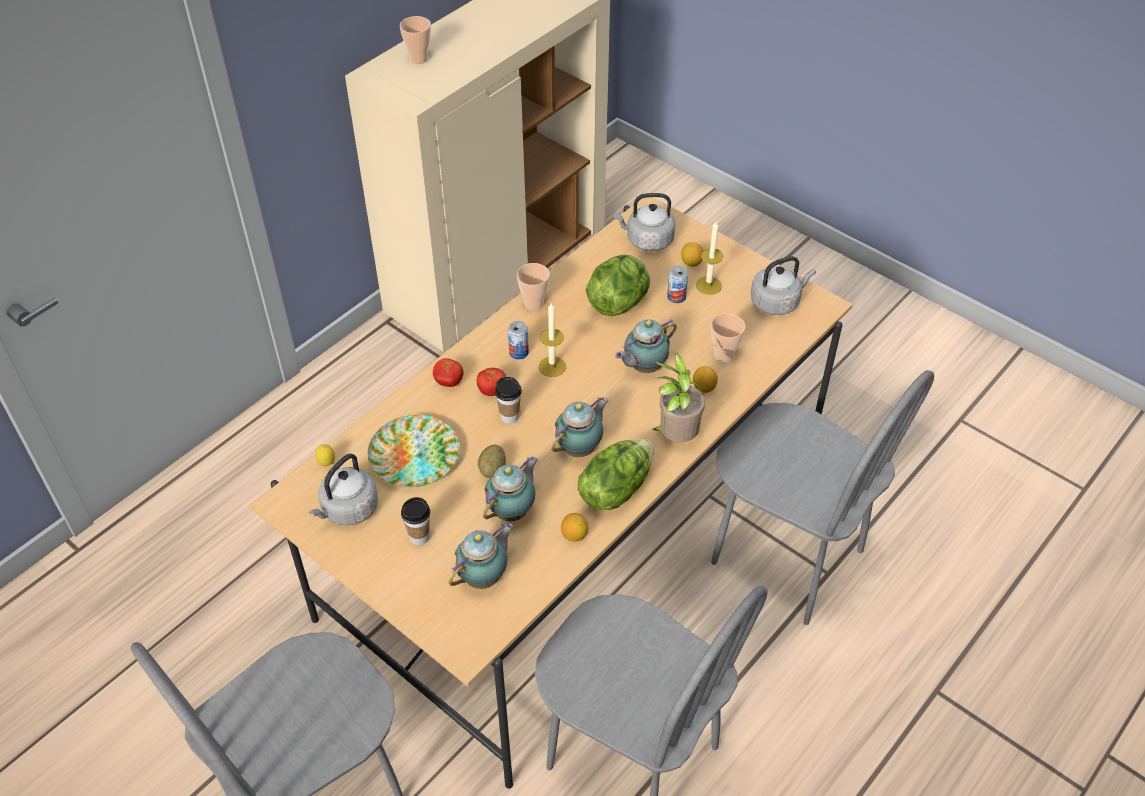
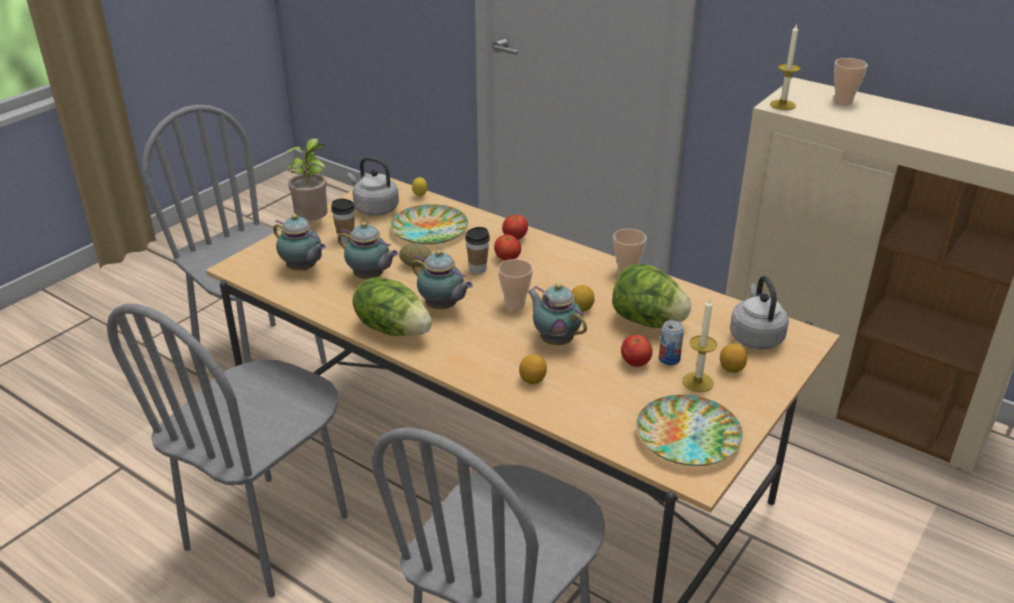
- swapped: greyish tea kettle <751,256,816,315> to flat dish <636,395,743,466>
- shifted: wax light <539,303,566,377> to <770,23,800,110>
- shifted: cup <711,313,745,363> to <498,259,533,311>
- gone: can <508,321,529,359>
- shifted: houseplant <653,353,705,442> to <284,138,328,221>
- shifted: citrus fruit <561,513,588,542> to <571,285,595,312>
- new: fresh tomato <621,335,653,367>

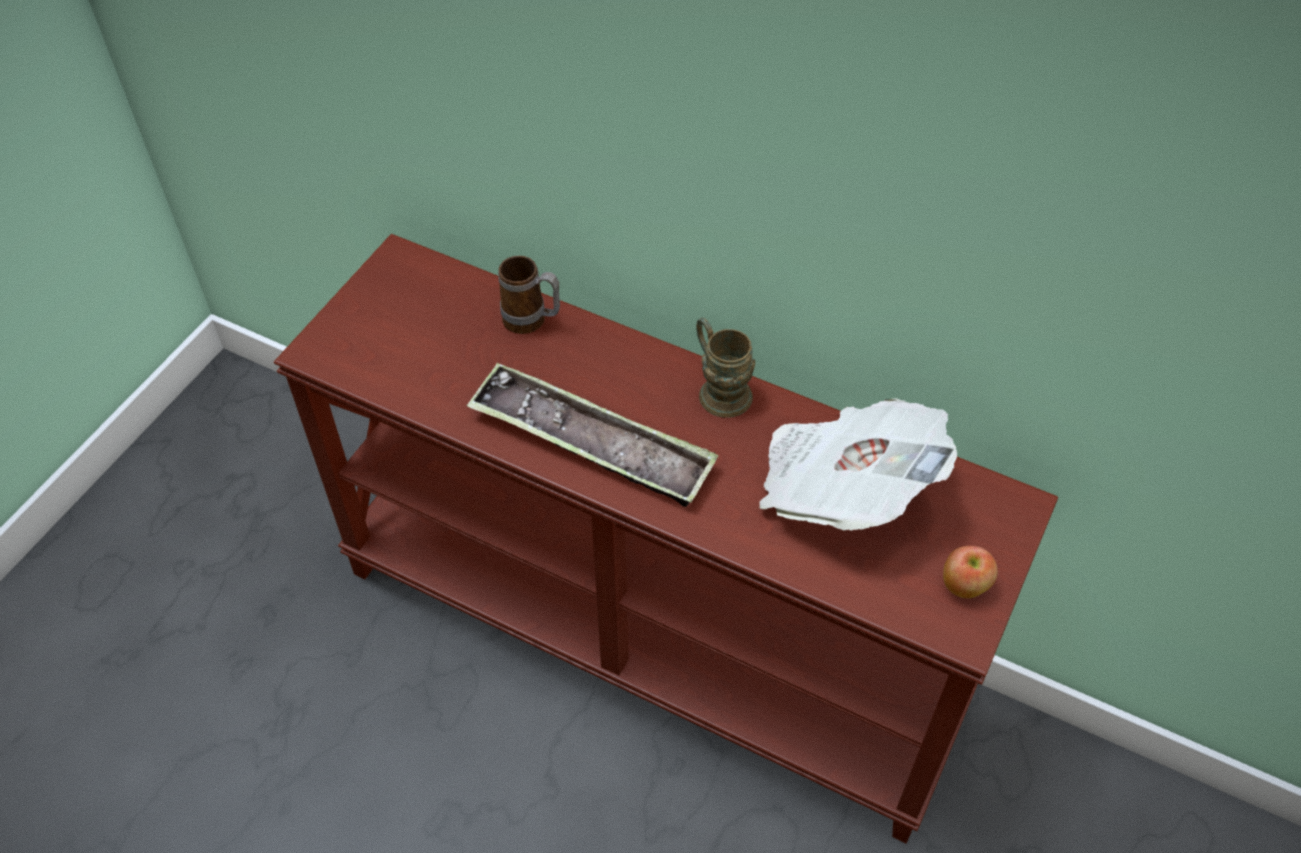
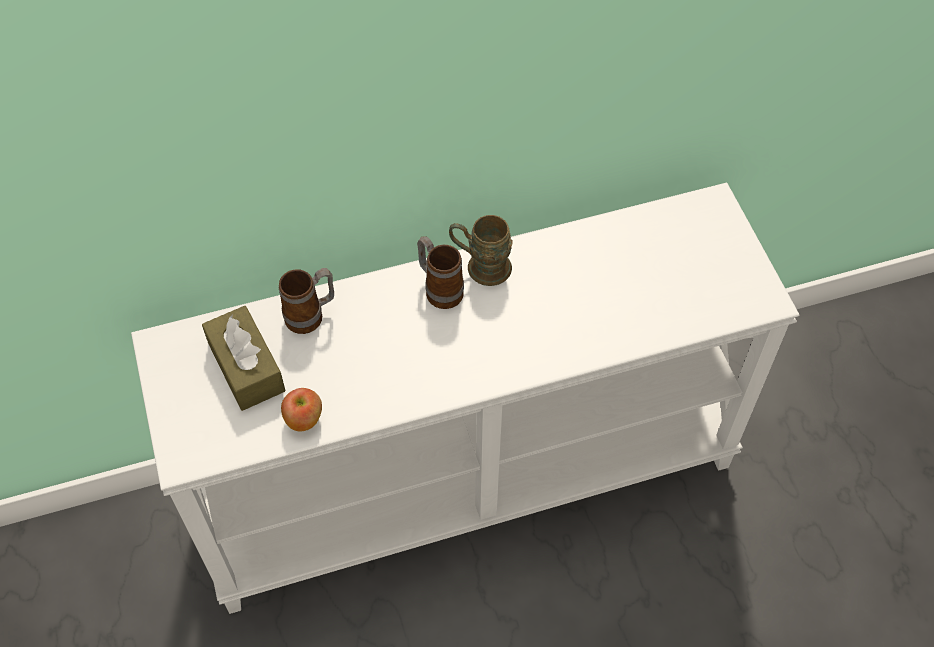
- repainted: brownish narrow table <274,234,1058,843> to whitish narrow table <131,183,800,614>
- gone: serving tray <467,363,718,507>
- gone: printed paper <759,398,957,531>
- shifted: apple fruit <943,546,998,598> to <281,388,322,431>
- new: mug <417,236,464,309>
- new: brownish tissue box <202,306,286,411>

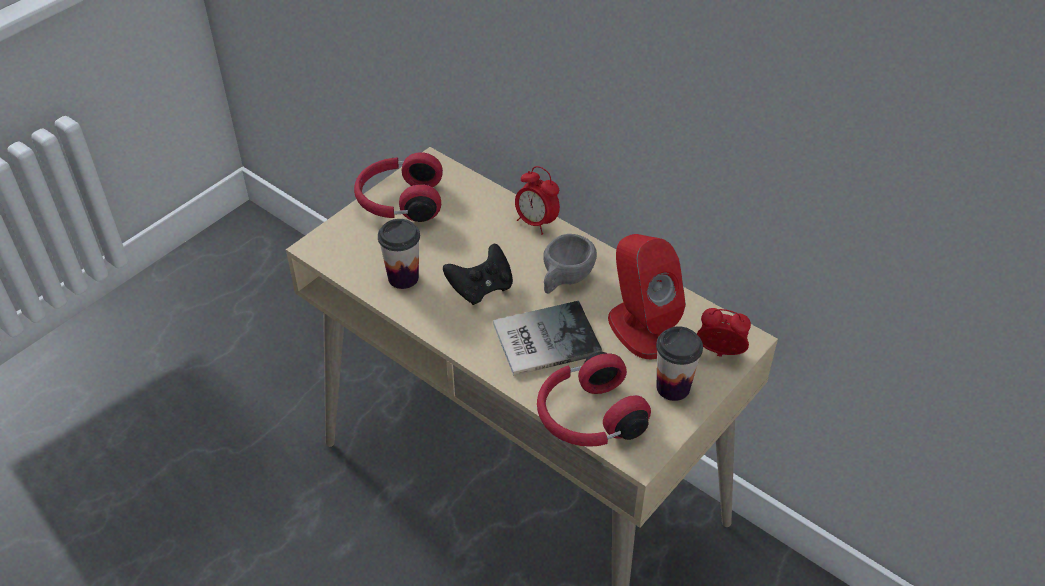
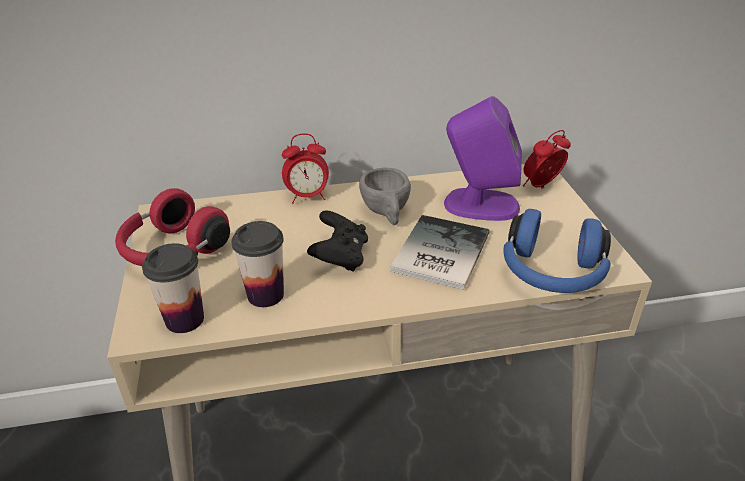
- repainted: reddish loudspeaker <608,234,686,359> to purplish loudspeaker <444,96,522,221>
- shifted: cup <656,326,703,401> to <142,243,204,333>
- repainted: reddish headphones <537,352,651,447> to bluish headphones <503,209,611,293>

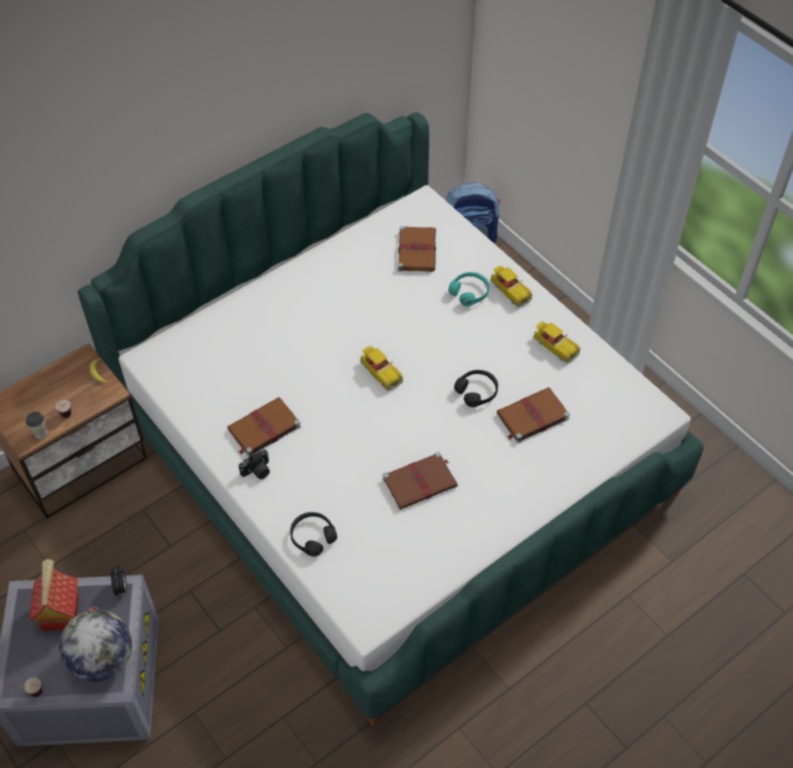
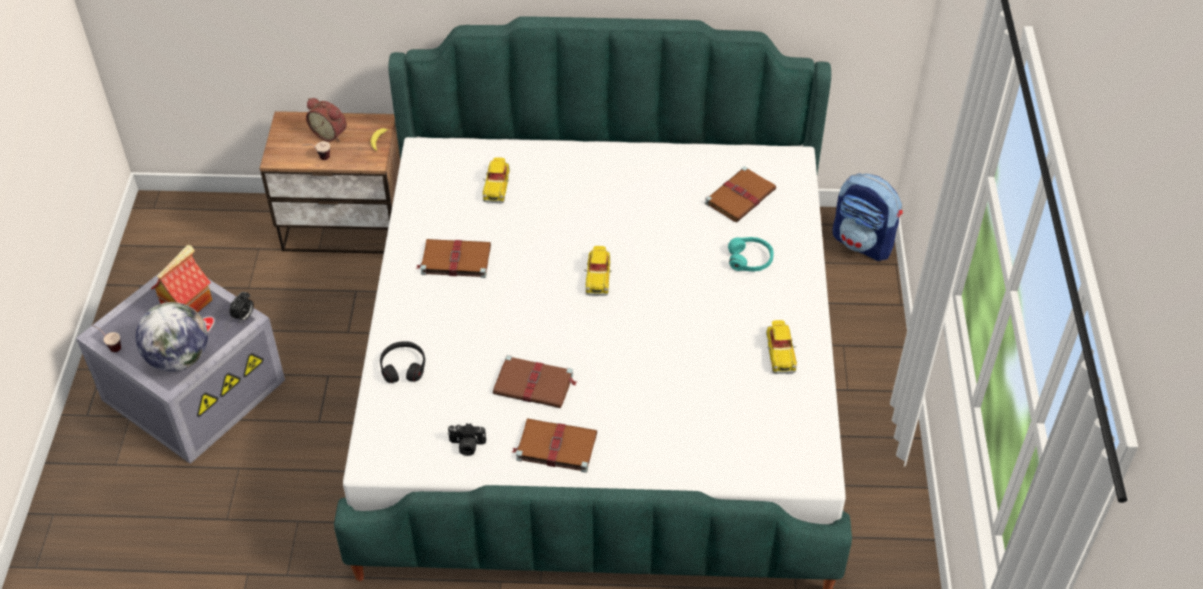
- shifted: model car <491,266,533,307> to <483,157,510,203>
- gone: black-coloured headphones <454,370,498,407>
- shifted: brownish volume <497,387,570,443> to <512,418,597,473>
- gone: cup <26,412,48,439>
- shifted: still camera <239,450,270,479> to <448,423,486,456>
- new: alarm clock <306,98,347,142>

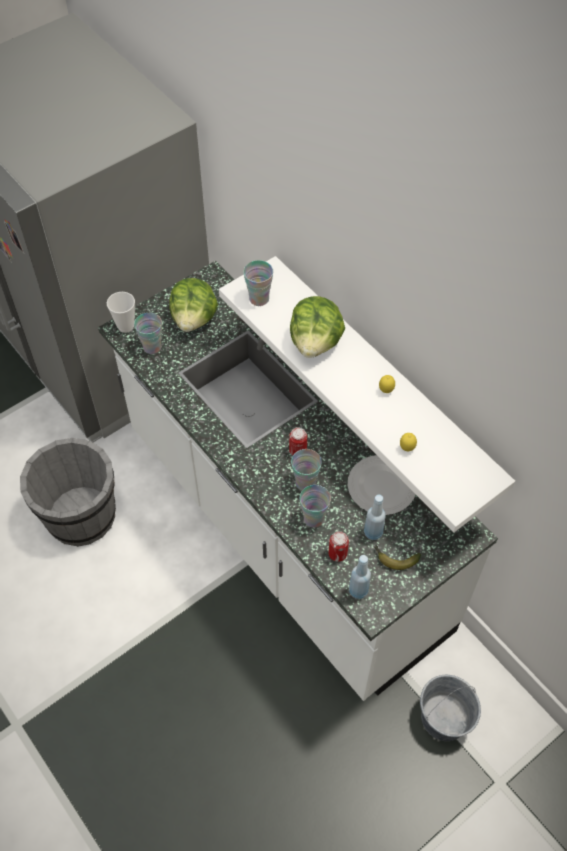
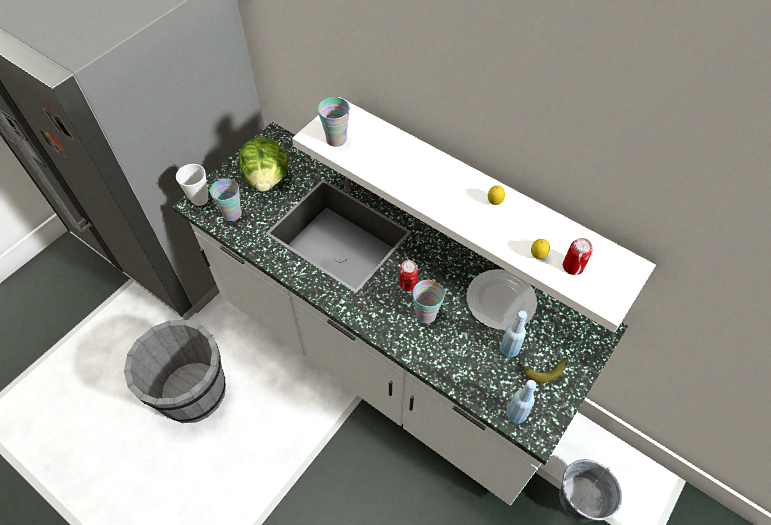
- gone: lettuce <290,296,345,358>
- gone: cup <300,485,331,528>
- shifted: can <328,531,349,562> to <563,238,593,275>

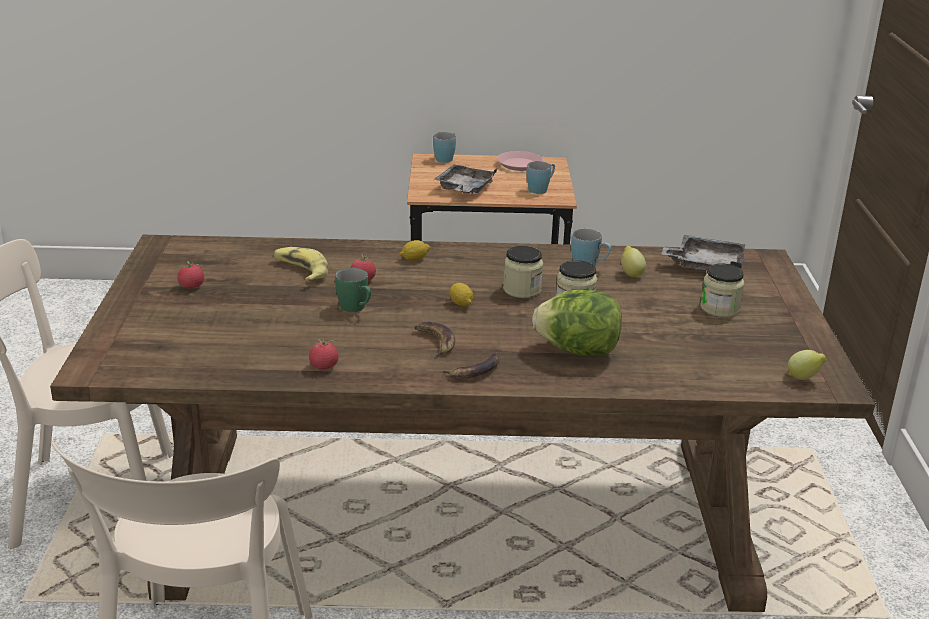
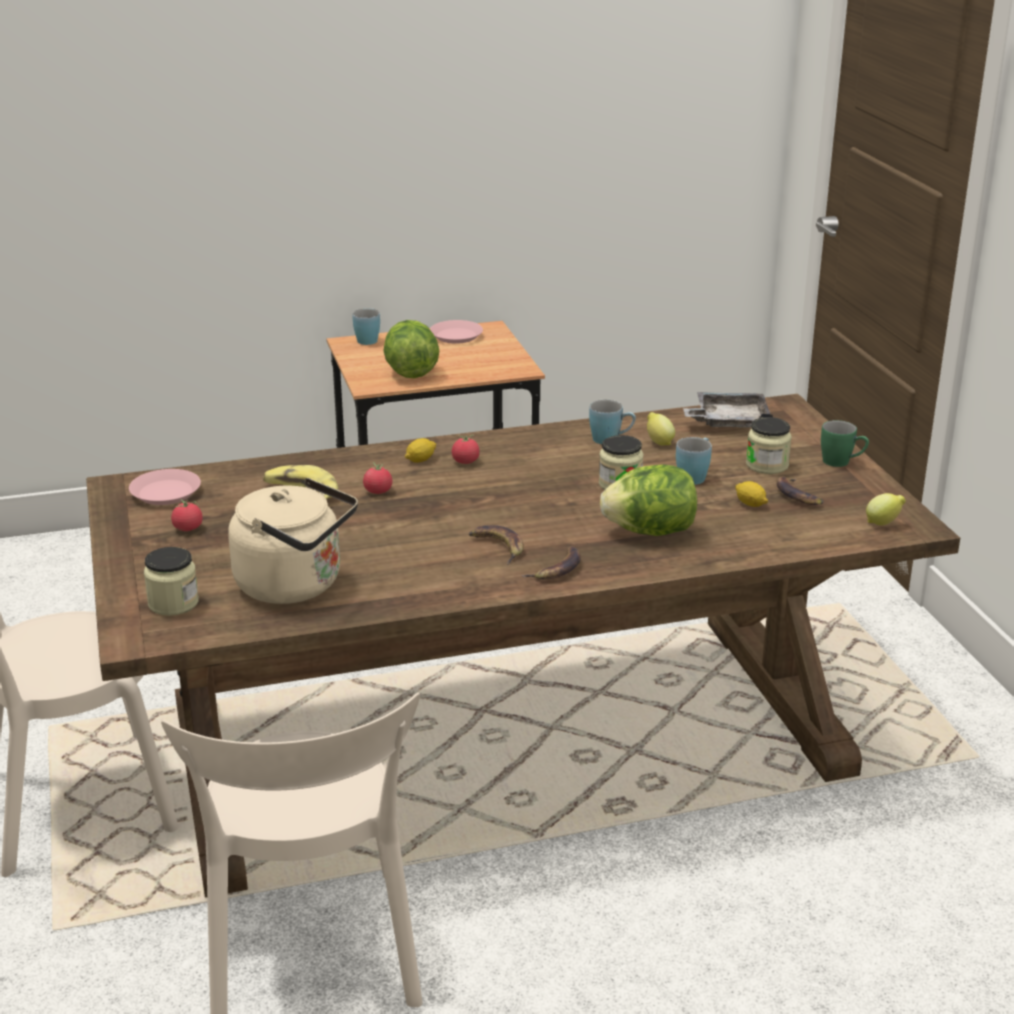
- shifted: bluish mug <527,161,555,194> to <676,437,712,485>
- swapped: greyish serving tray <434,164,497,194> to lettuce <383,320,439,378>
- shifted: preserve jar <503,246,543,298> to <144,547,199,616>
- shifted: green mug <335,268,371,312> to <821,420,869,467>
- shifted: citrus fruit <450,283,473,306> to <735,481,768,507>
- shifted: fresh tomato <309,339,339,369> to <452,435,480,464>
- new: pinkish flat dish <129,469,201,505>
- new: whole banana <776,477,824,505>
- new: beige-coloured tea kettle <228,478,358,604>

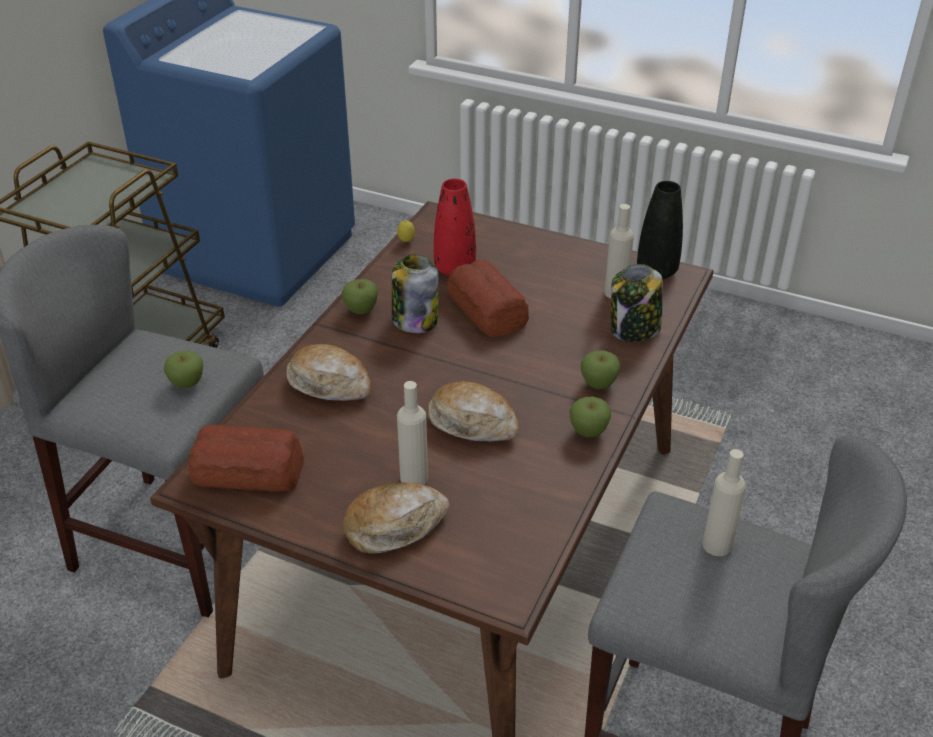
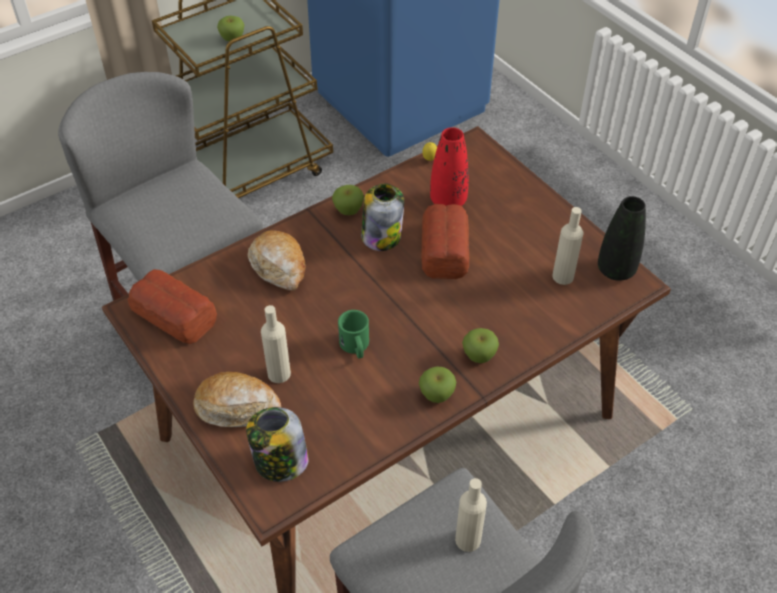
- shifted: preserve jar <611,264,663,342> to <246,407,309,482>
- shifted: apple fruit <164,351,203,388> to <217,16,244,41>
- swapped: bread <427,381,519,442> to green mug <338,310,369,358>

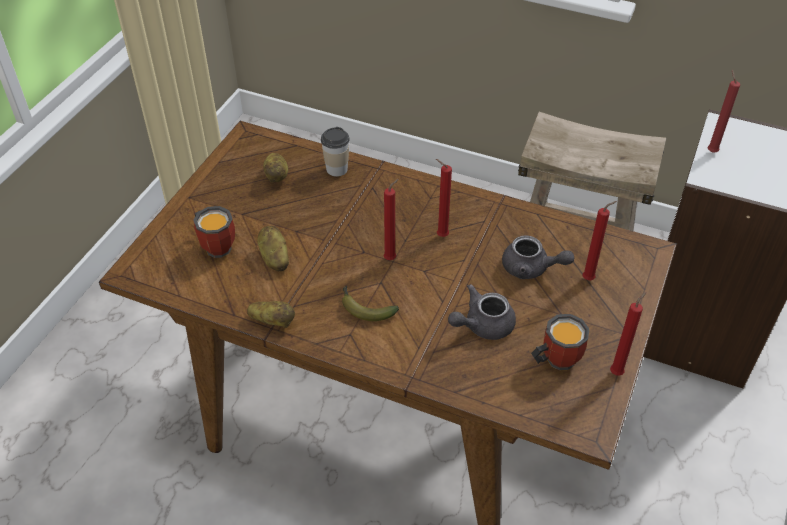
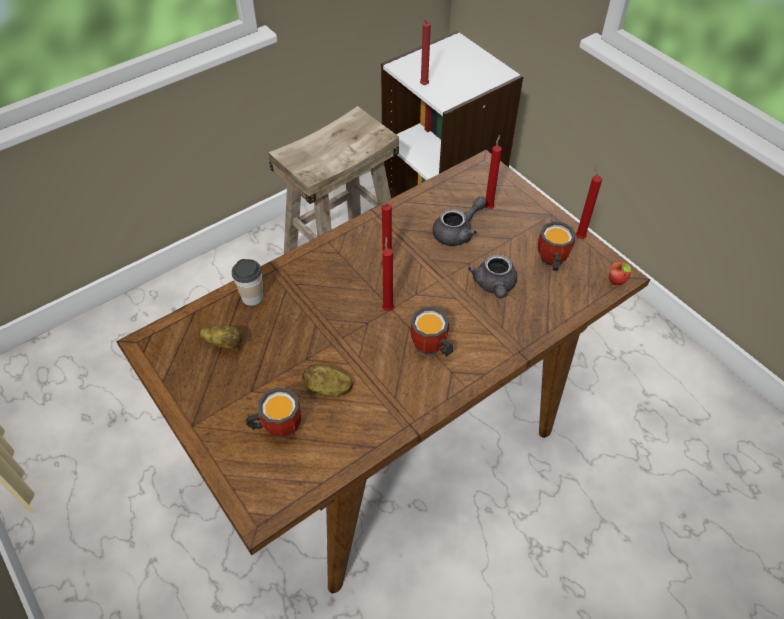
- swapped: whole banana <342,286,399,321> to mug <410,307,453,357>
- gone: spud <247,301,295,328>
- new: apple fruit <609,262,631,285>

